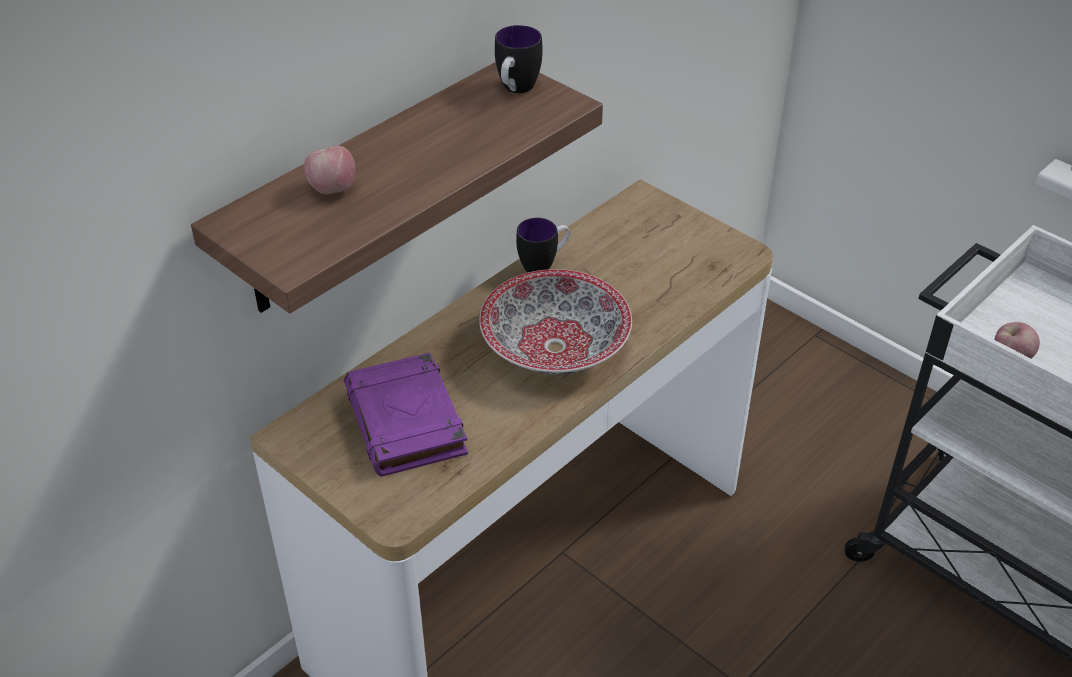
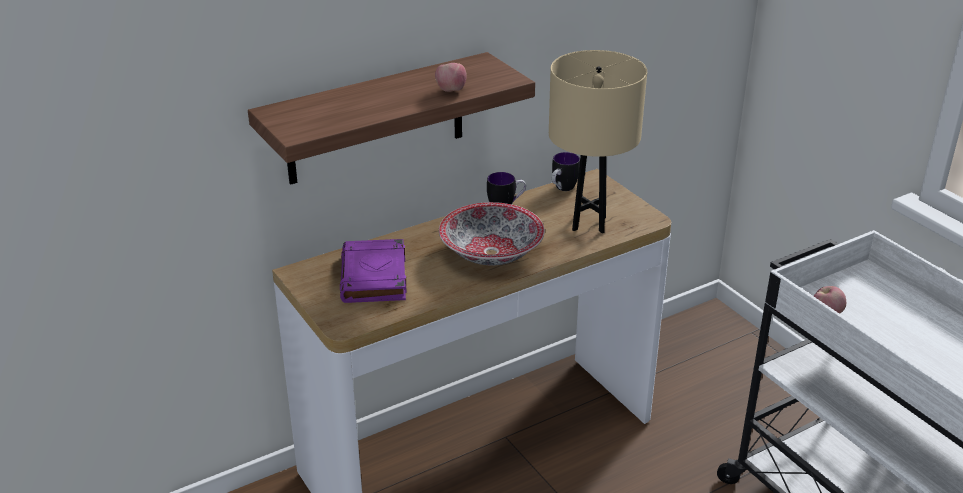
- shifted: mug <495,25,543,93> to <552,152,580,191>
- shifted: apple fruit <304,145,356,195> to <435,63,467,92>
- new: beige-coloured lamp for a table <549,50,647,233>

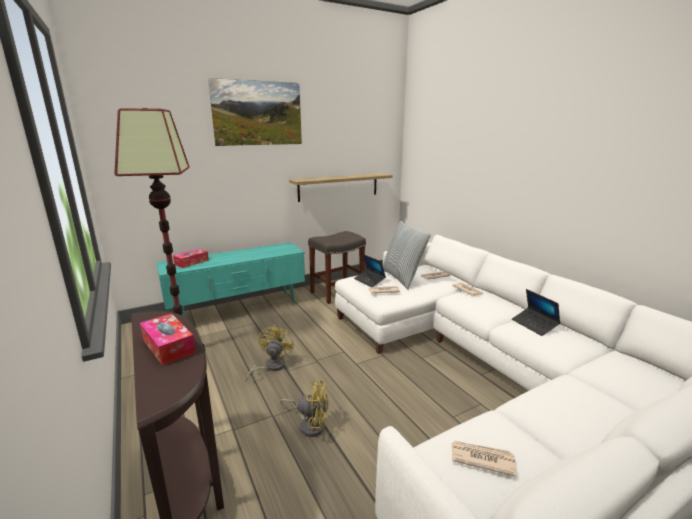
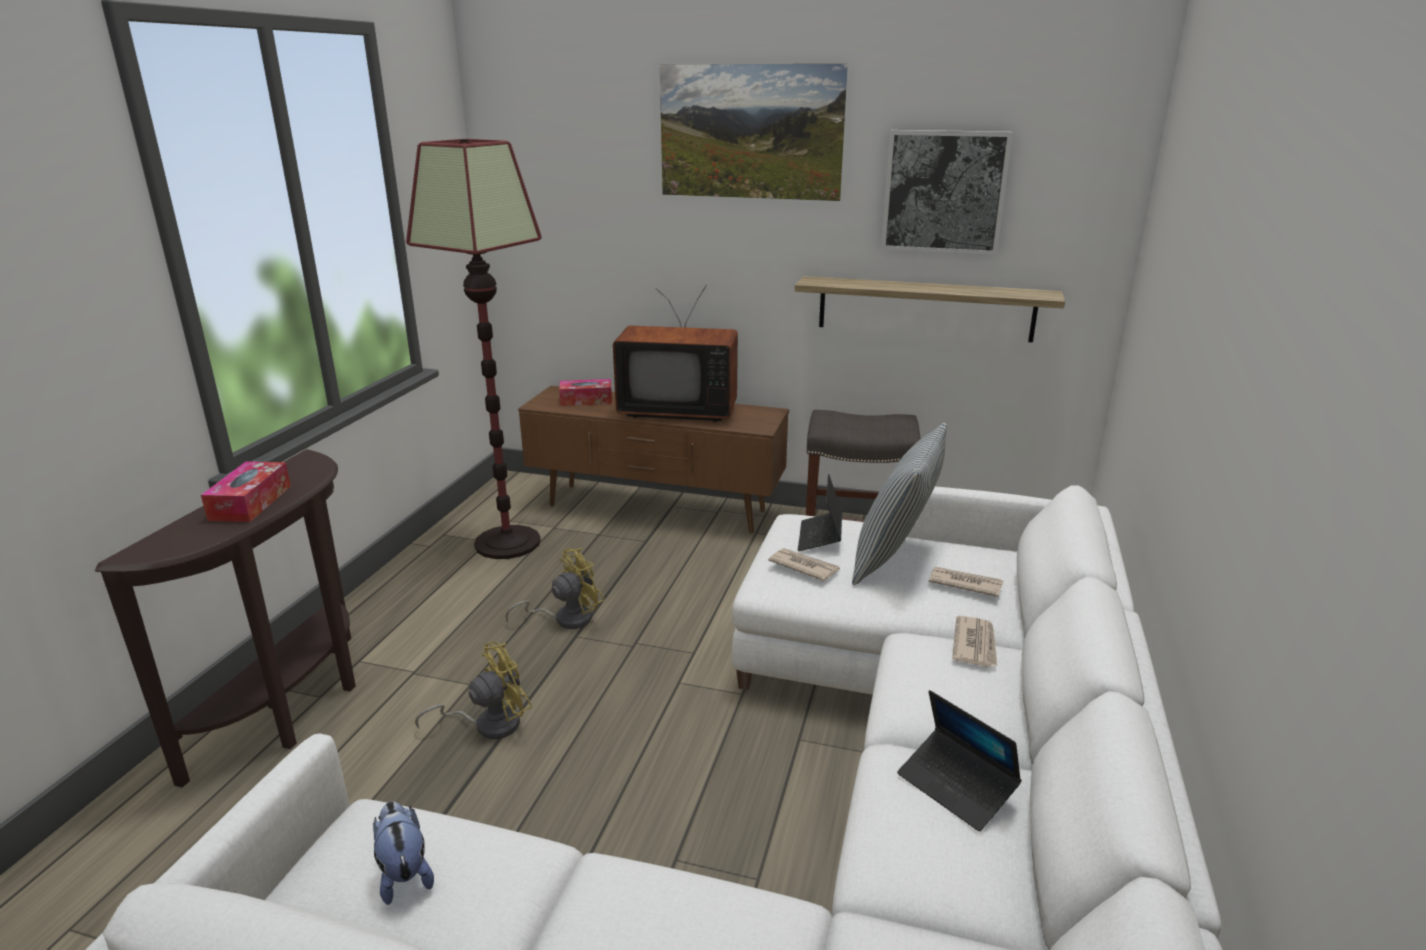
- repainted: turquoise tv unit <156,242,305,316> to brownish tv unit <518,386,789,533>
- rotated: laptop <512,289,561,336> = <897,690,1022,831> 60 degrees counterclockwise
- rotated: yellowish fan <280,380,328,437> = <415,642,532,739> 90 degrees counterclockwise
- swapped: printed paper <452,441,516,477> to soft toy <373,801,434,905>
- new: picture <881,130,1013,255>
- new: TV <613,285,738,422>

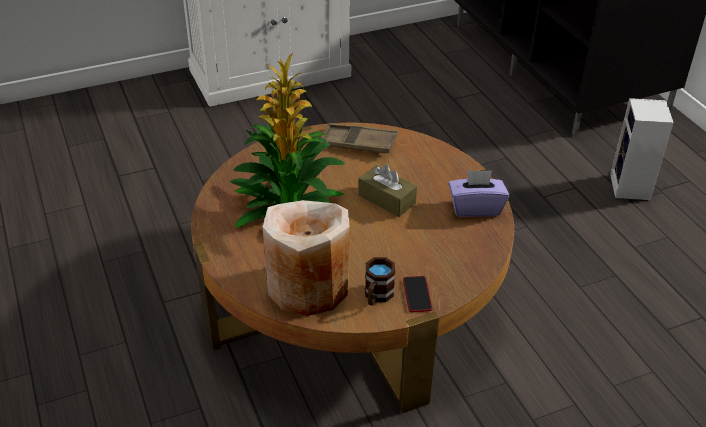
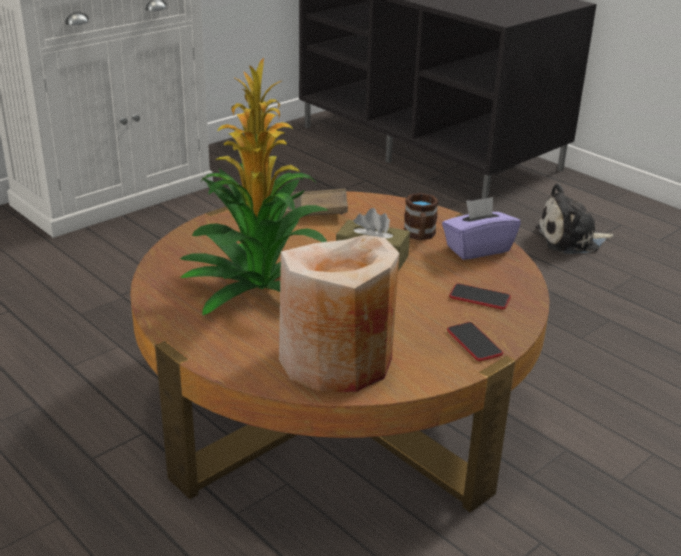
- swapped: loudspeaker <610,98,674,200> to soft toy <535,183,614,254>
- shifted: brownish mug <365,257,395,305> to <404,193,439,240>
- new: phone <449,283,511,309>

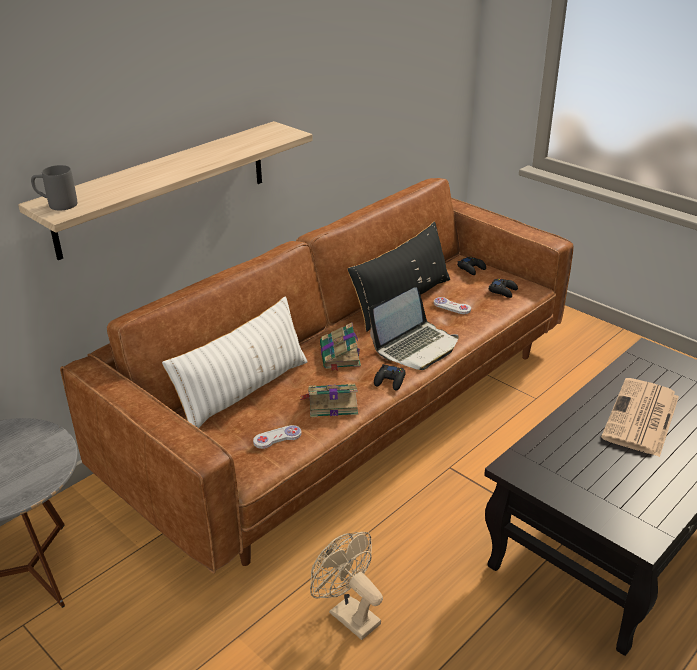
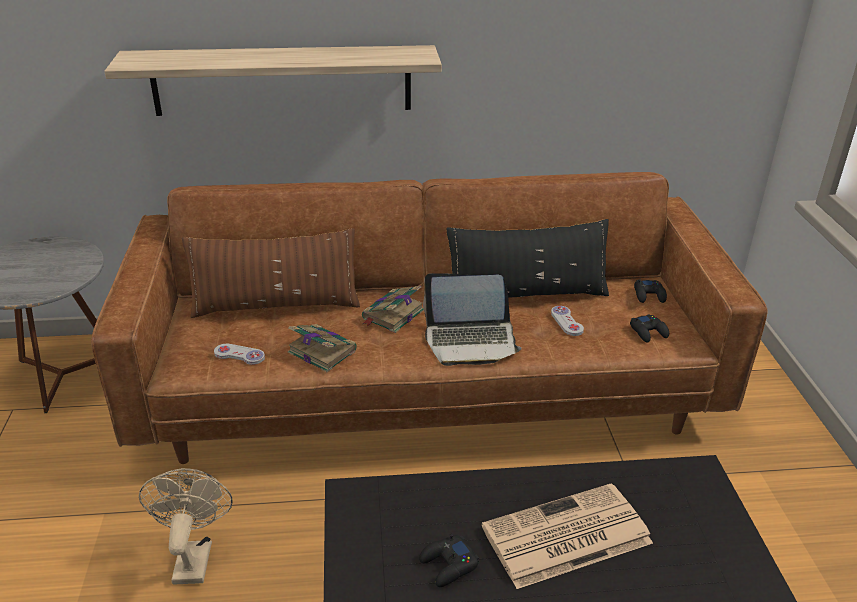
- gone: greyish mug <31,165,77,210>
- repainted: whitish cushion <162,296,308,428> to brownish cushion <182,228,360,318>
- shifted: black-coloured gamepad <374,364,406,391> to <419,534,479,587>

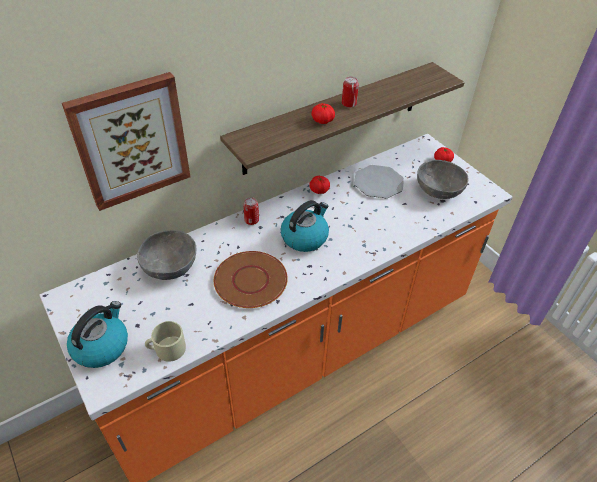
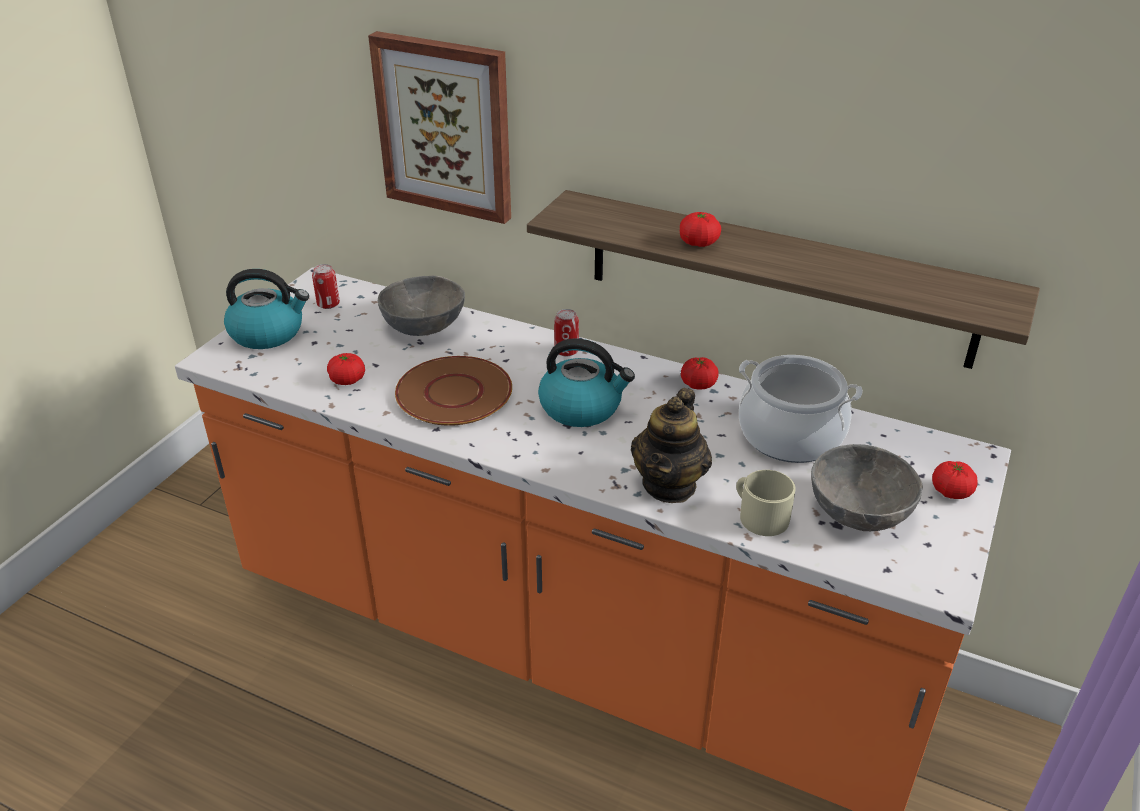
- shifted: can <342,77,359,108> to <312,264,340,309>
- swapped: flat dish <354,165,404,198> to cooking pot <739,355,863,463>
- shifted: beige-coloured mug <145,321,186,362> to <736,470,796,536>
- new: fresh tomato <327,353,365,385>
- new: teapot <631,388,712,503>

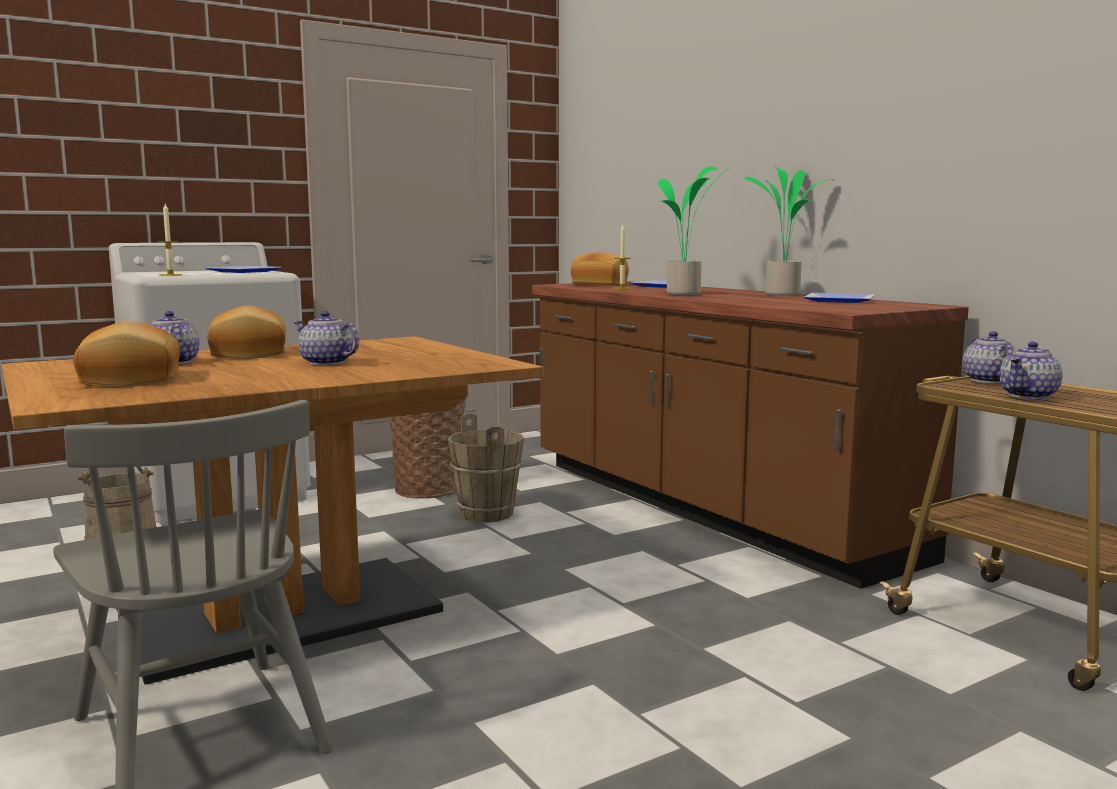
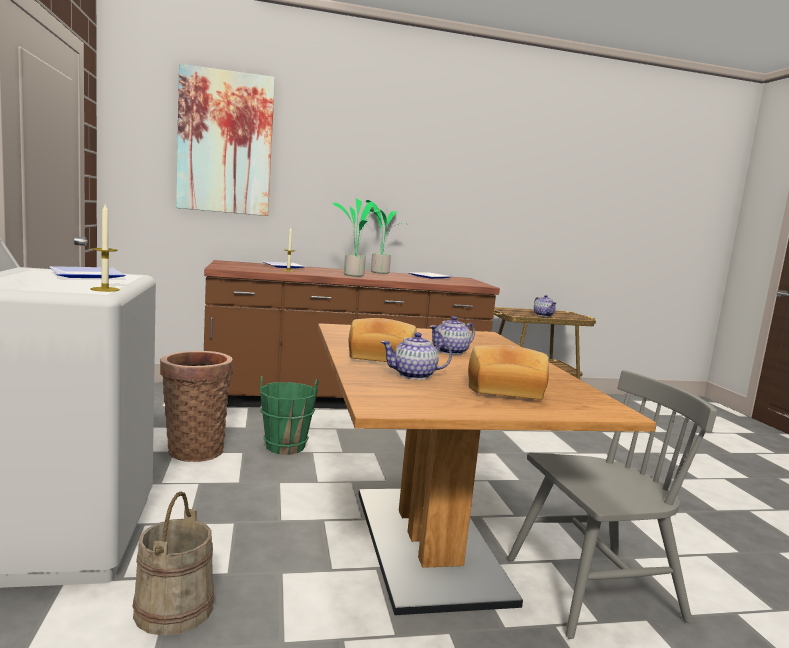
- gone: bread <571,252,629,285>
- gone: teapot <963,331,1016,383>
- repainted: brownish pail <447,413,524,523> to green pail <260,376,318,455>
- new: picture <176,64,275,216>

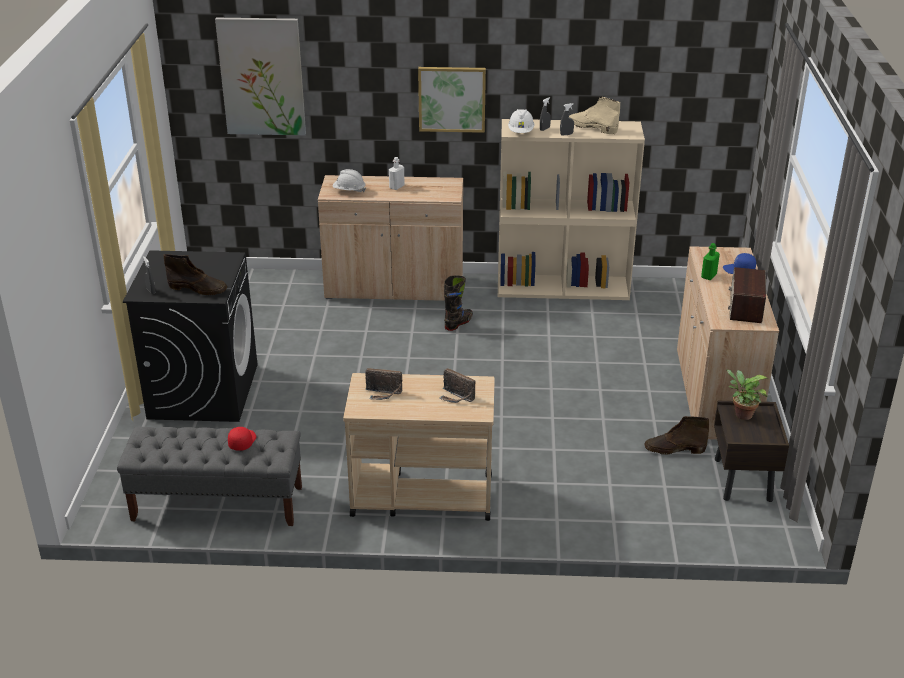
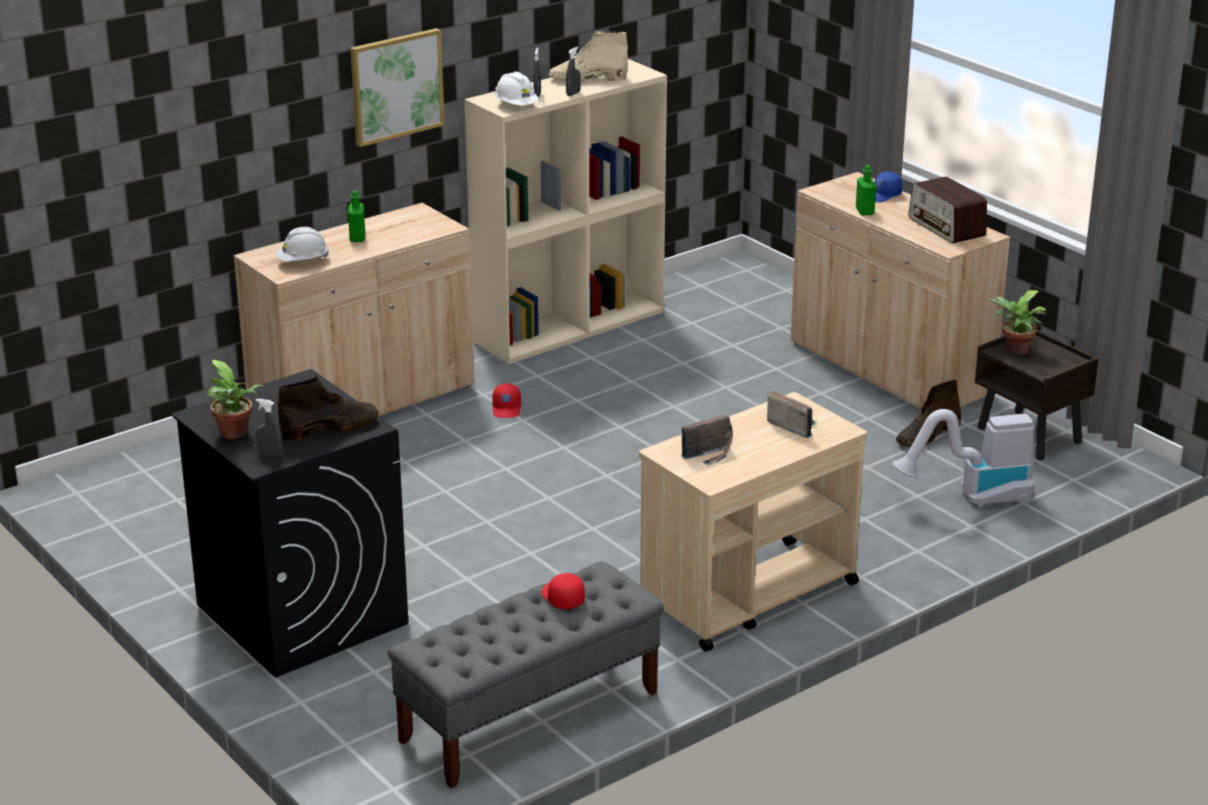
- gone: picture <215,18,306,135>
- repainted: whitish bottle <389,157,405,190> to green bottle <348,191,365,242>
- swapped: black-coloured high-top boot <444,276,473,331> to reddish peaked cap <492,383,521,418>
- rotated: radio receiver <439,368,475,403> = <767,391,818,438> 135 degrees counterclockwise
- new: houseplant <207,360,265,439>
- new: hoover <892,409,1035,508>

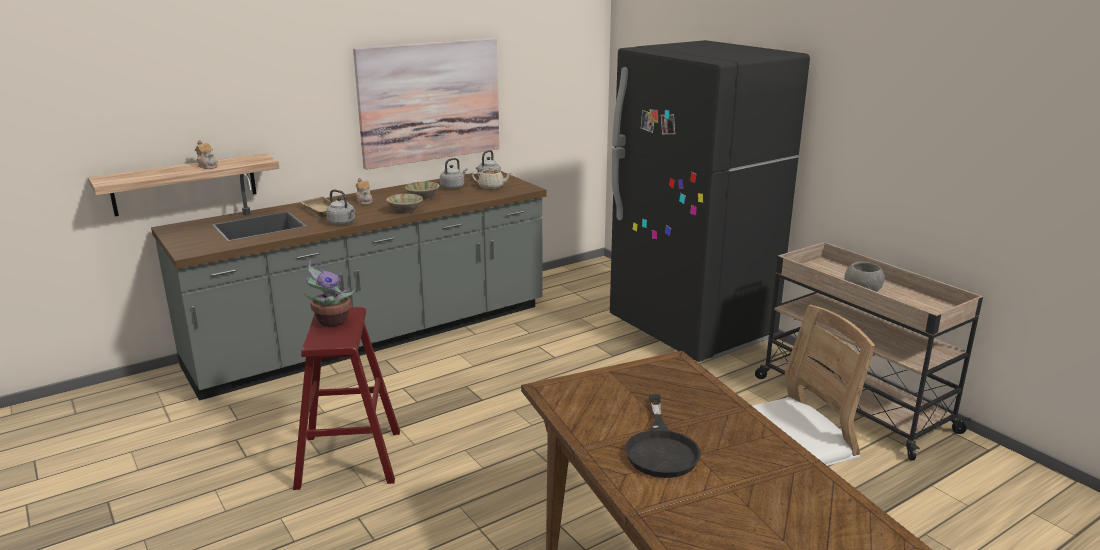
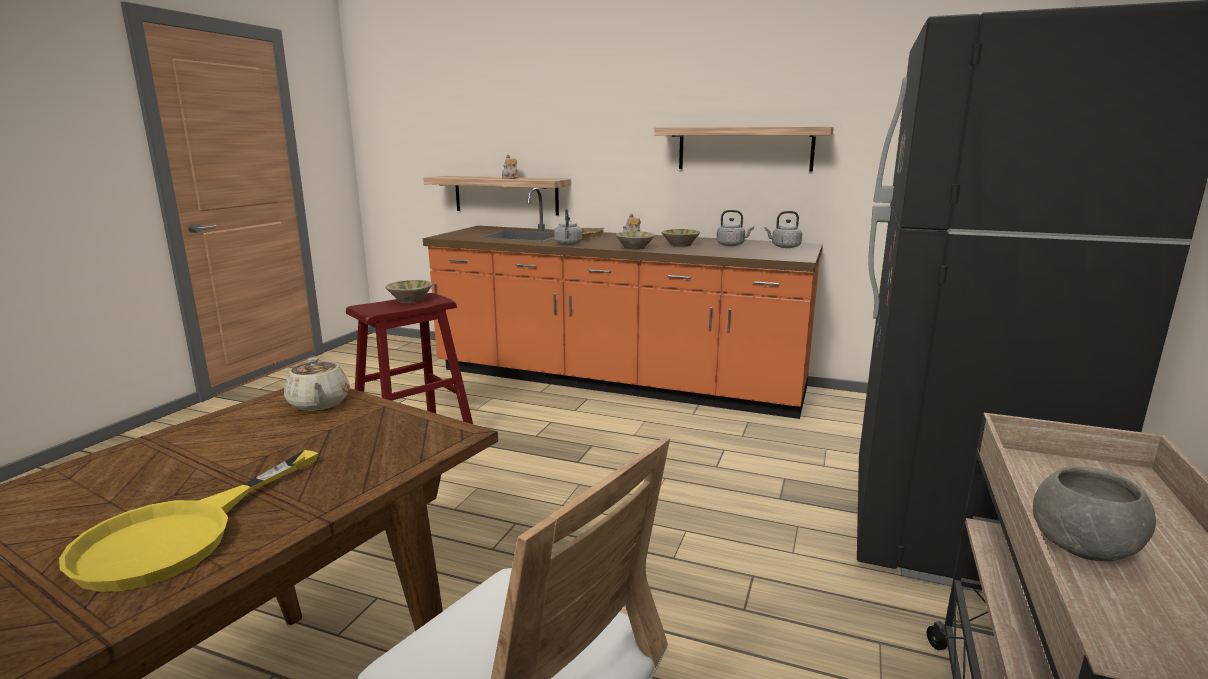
- swapped: picture <353,38,500,170> to wall shelf <654,127,834,171>
- shifted: beige-coloured teapot <472,167,513,189> to <284,357,350,411>
- repainted: greyish kitchen counter <151,171,547,401> to orange kitchen counter <423,188,823,419>
- swapped: houseplant <303,261,356,327> to beige-coloured serving bowl <385,280,433,303>
- gone: black-coloured frying pan <625,394,701,478>
- new: yellowish frying pan <59,450,318,592>

